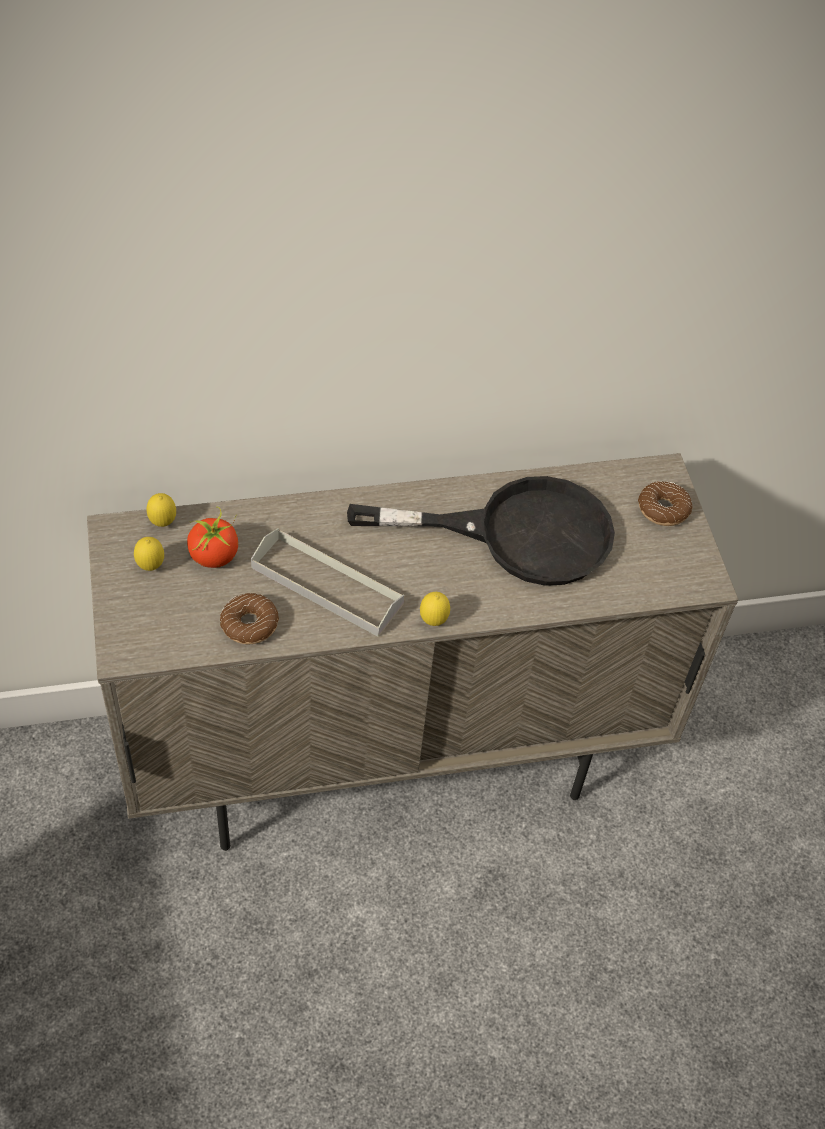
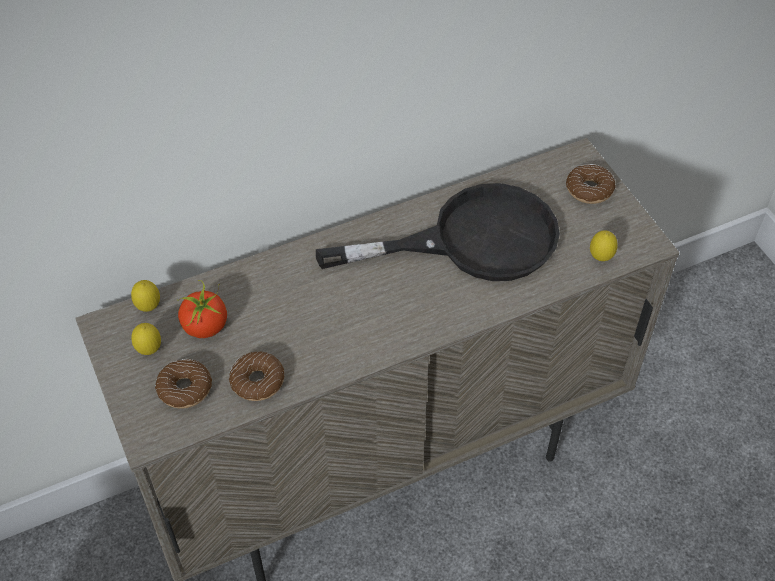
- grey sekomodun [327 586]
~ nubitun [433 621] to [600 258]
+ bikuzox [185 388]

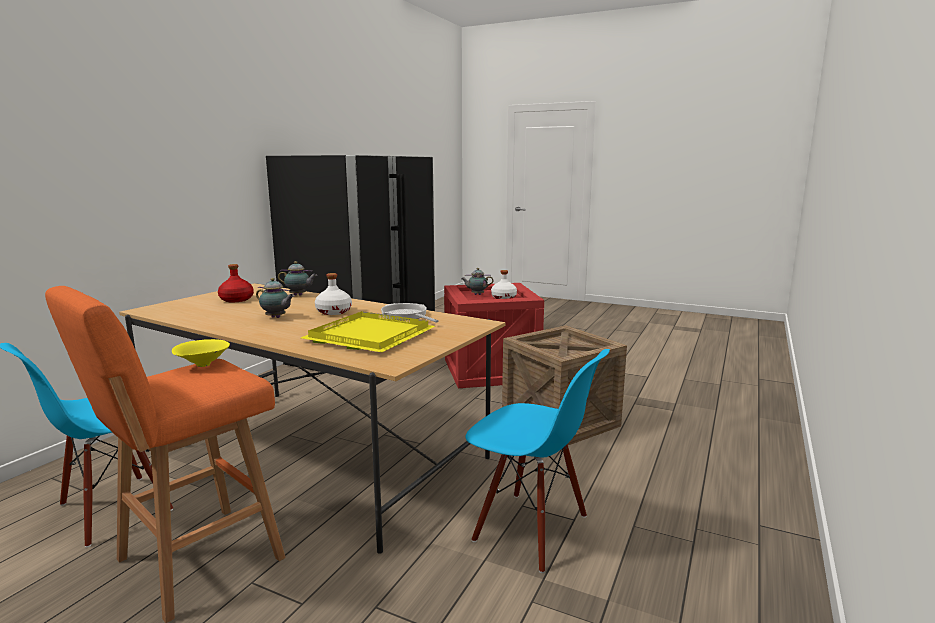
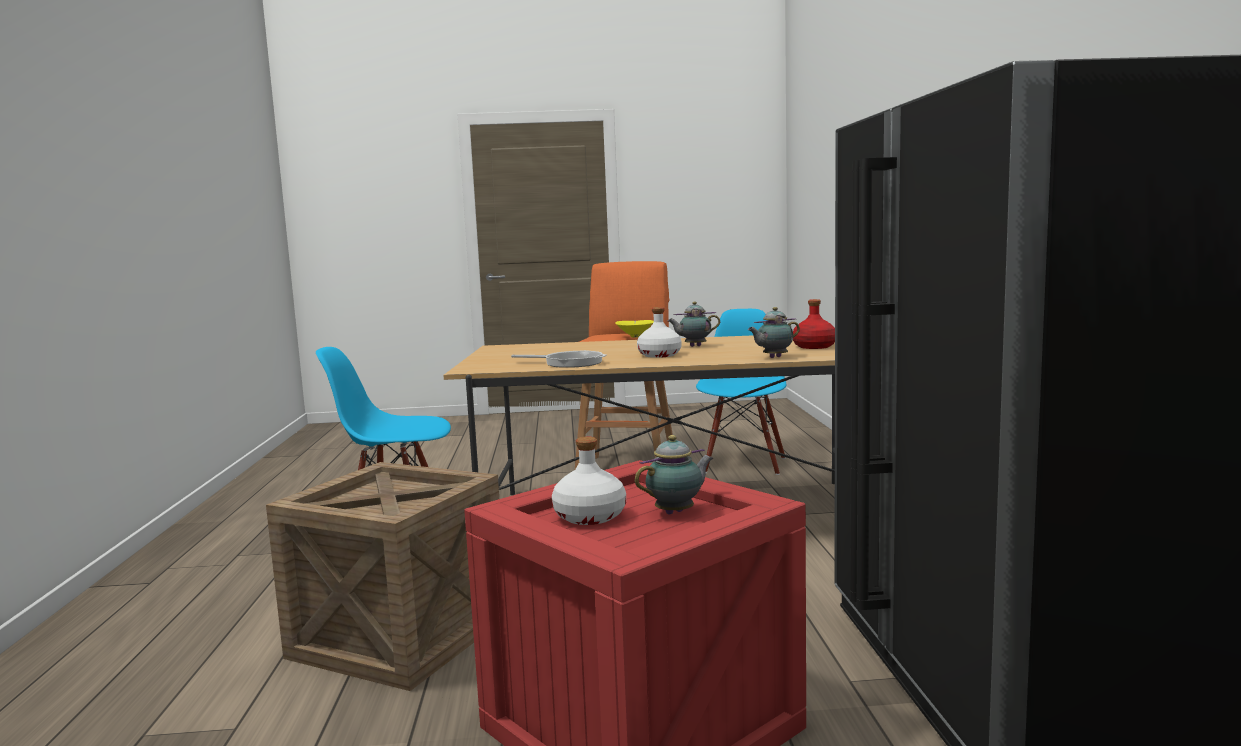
- yellow sekomodun [367 336]

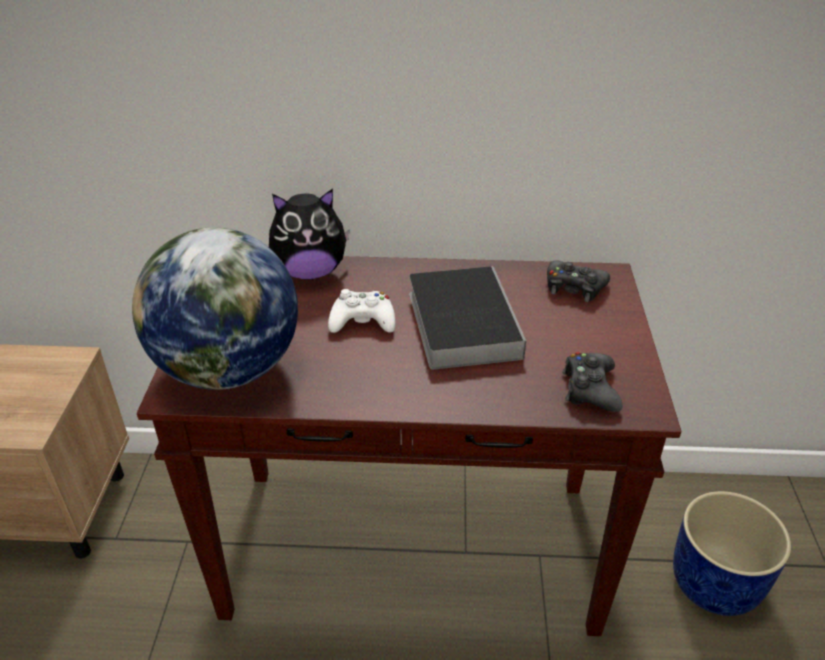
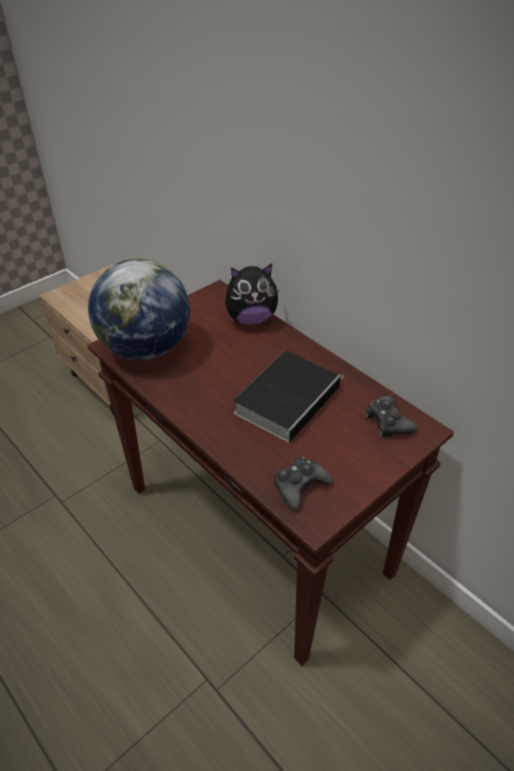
~ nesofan [310 272] = [251 319] 45 degrees counterclockwise
- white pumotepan [362 321]
- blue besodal [716 583]

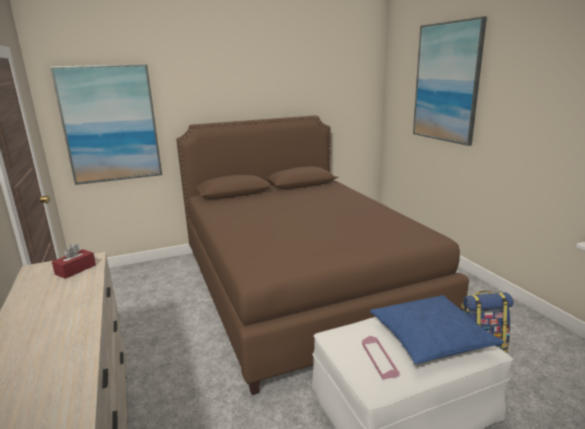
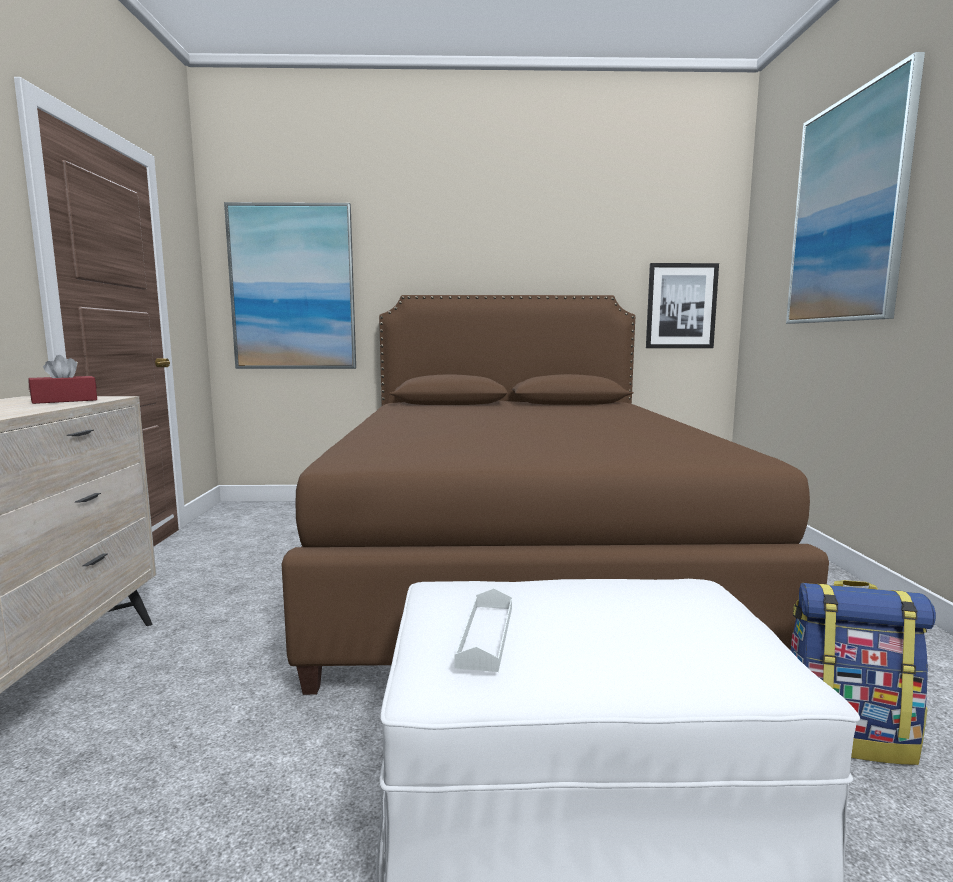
~ pink sekomodun [379 359] to white sekomodun [486 635]
- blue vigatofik [430 338]
+ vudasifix [681 306]

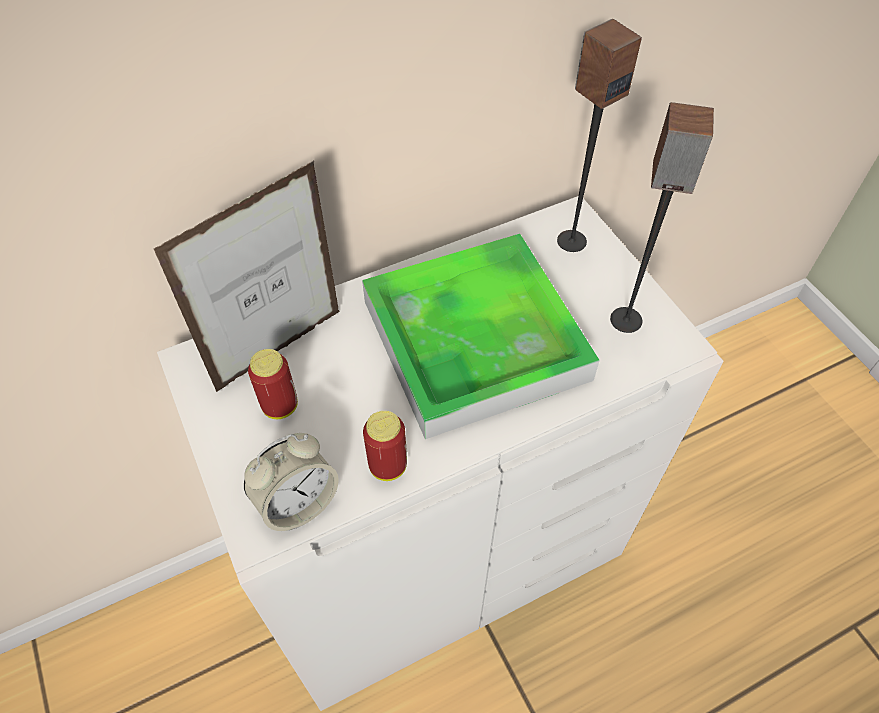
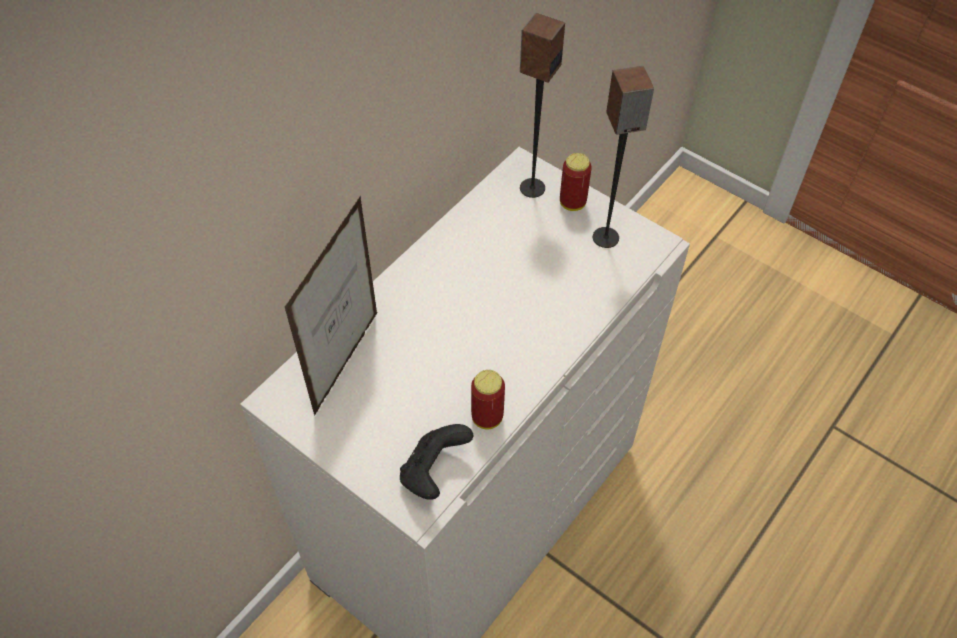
~ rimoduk [297 502] to black pumotepan [433 472]
~ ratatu [280 406] to [572 203]
- sekomodun [475 340]

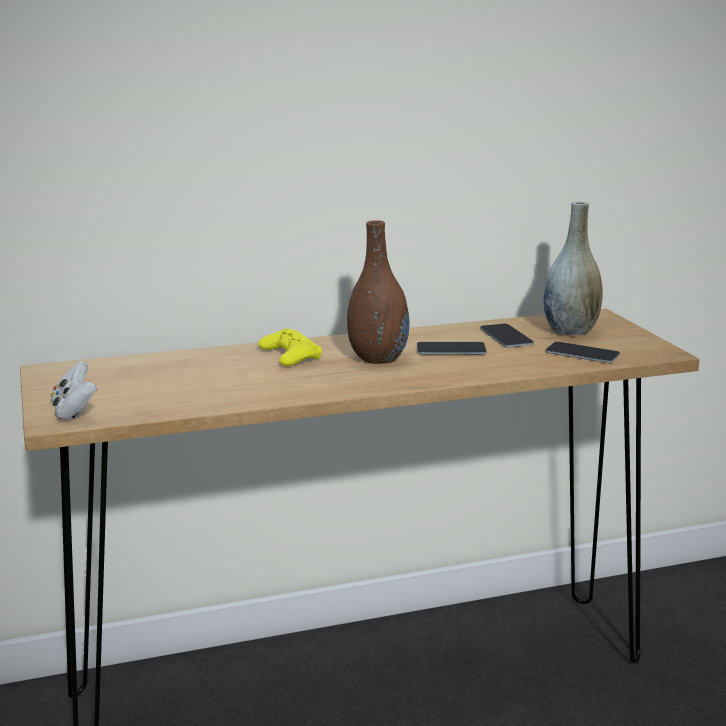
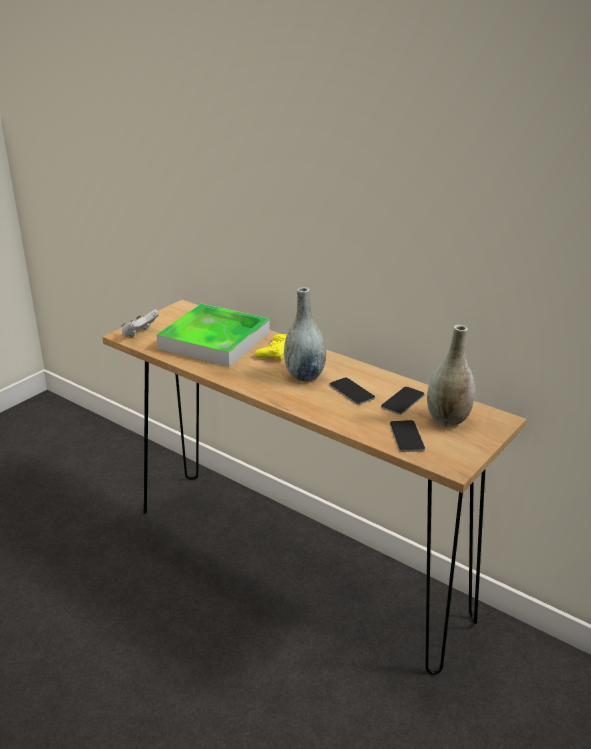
~ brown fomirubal [378 359] to grey fomirubal [305 376]
+ sekomodun [214 340]

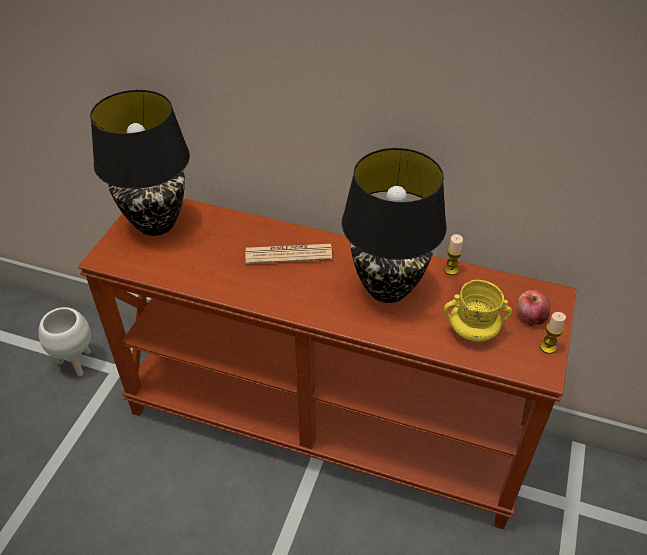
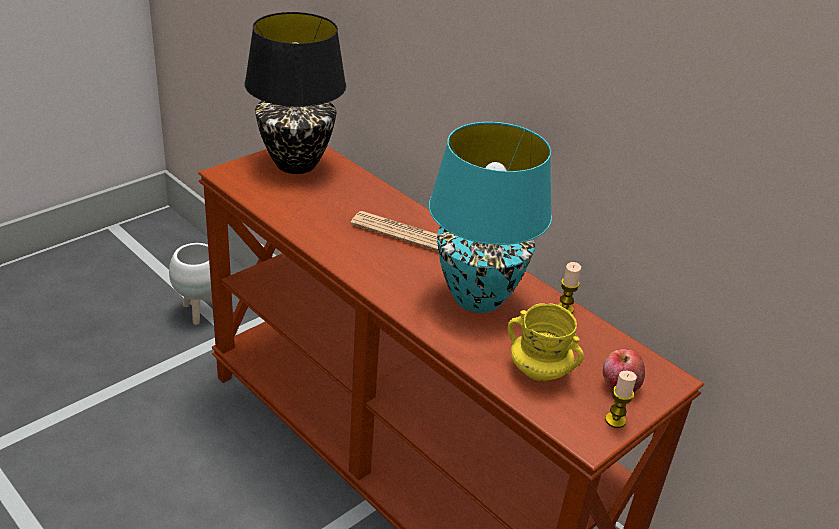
~ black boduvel [386 288] to turquoise boduvel [477 298]

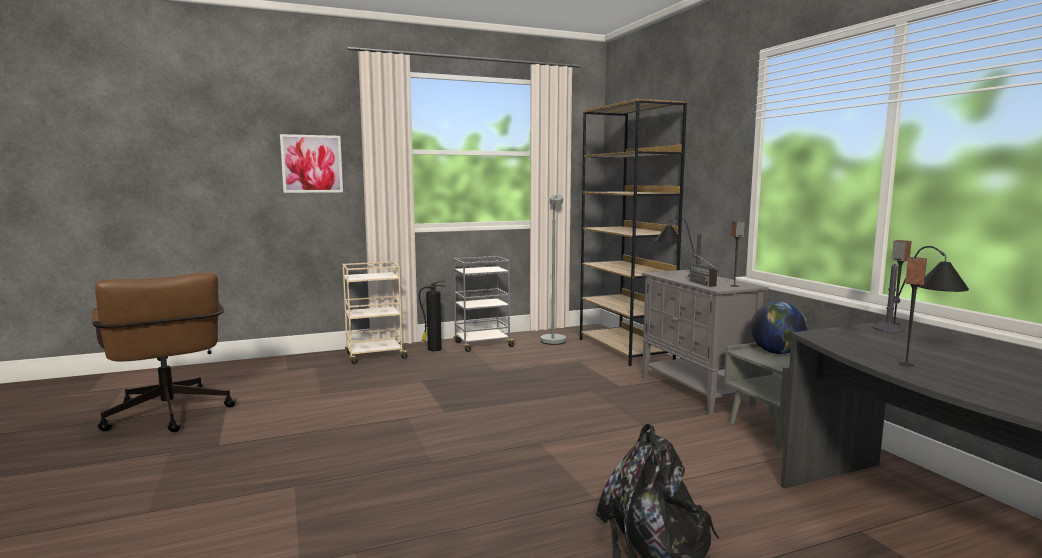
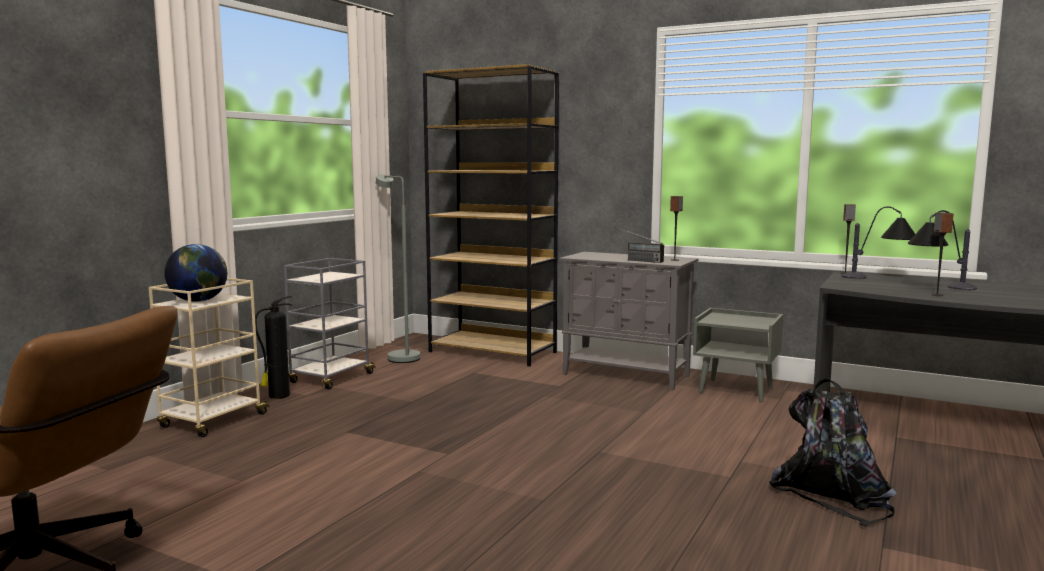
- vudasifix [312 164]
~ boduvel [678 274] to [938 288]
~ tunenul [777 353] to [198 301]

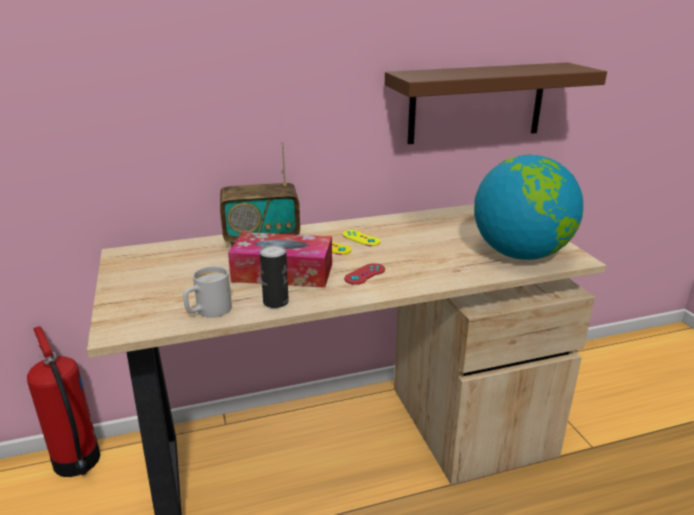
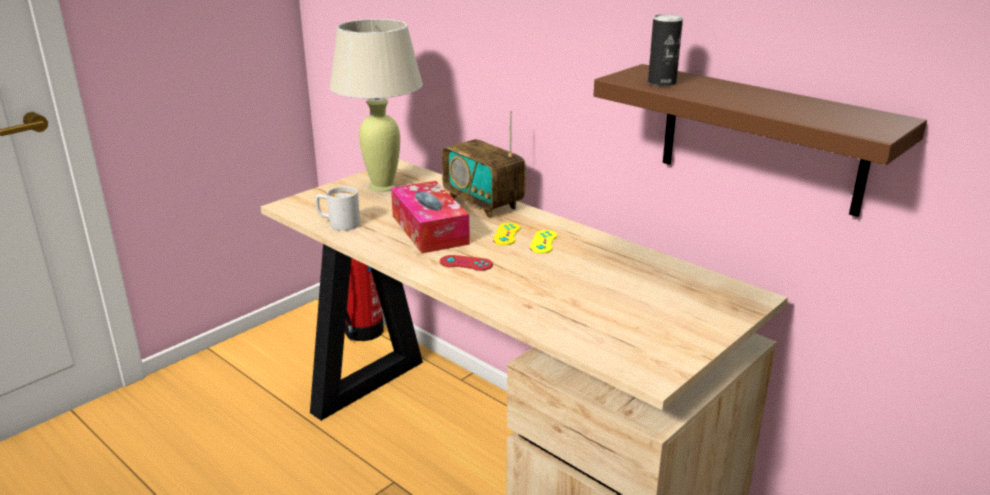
~ ratatu [276 302] to [662 82]
- tunenul [520 254]
+ beige boduvel [383 186]

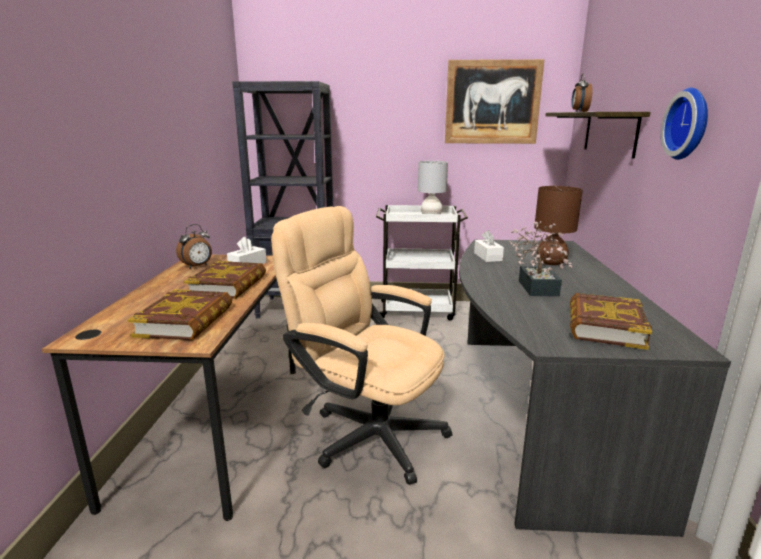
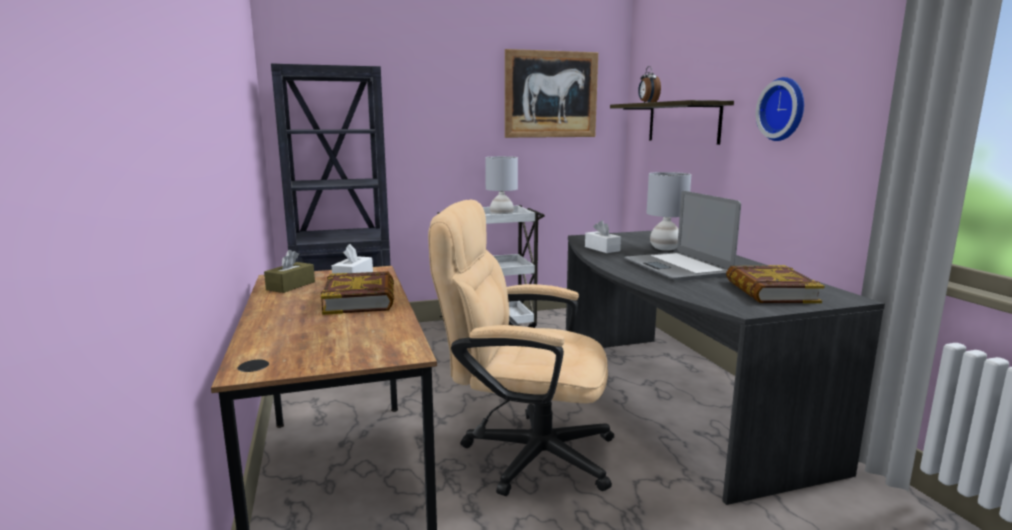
- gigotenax [186 321]
~ rimoduk [197 266] to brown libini [291 286]
~ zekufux [537 286] to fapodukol [677 268]
~ brown boduvel [551 262] to grey boduvel [665 248]

